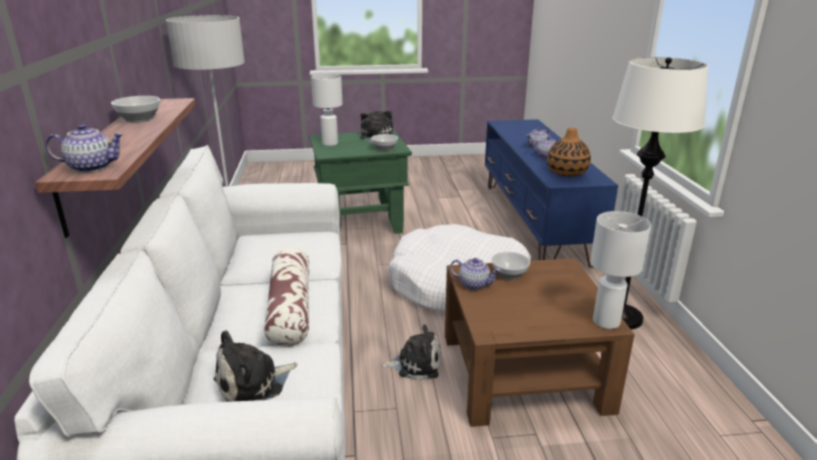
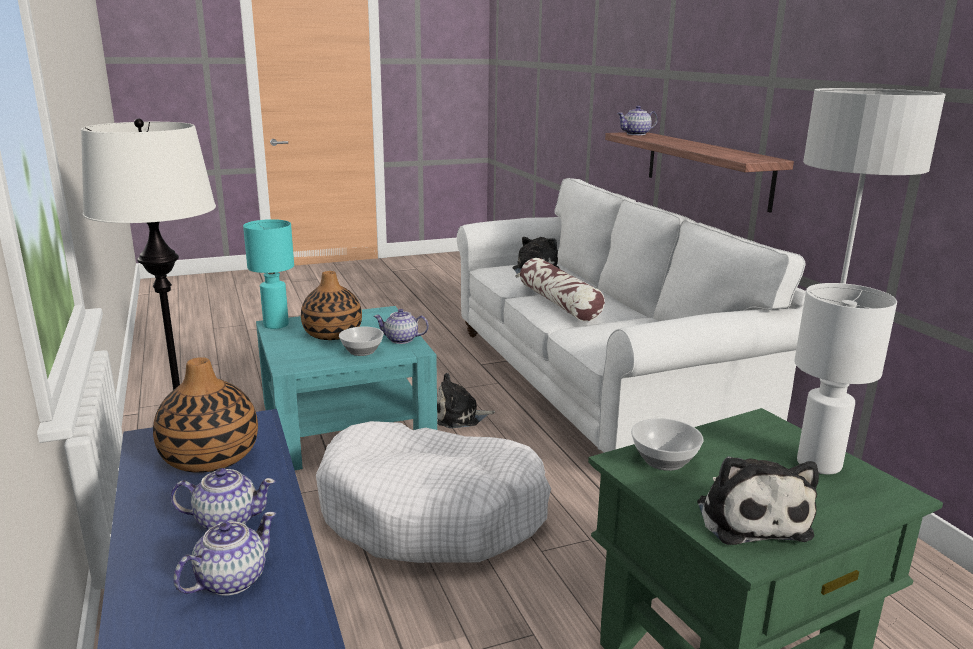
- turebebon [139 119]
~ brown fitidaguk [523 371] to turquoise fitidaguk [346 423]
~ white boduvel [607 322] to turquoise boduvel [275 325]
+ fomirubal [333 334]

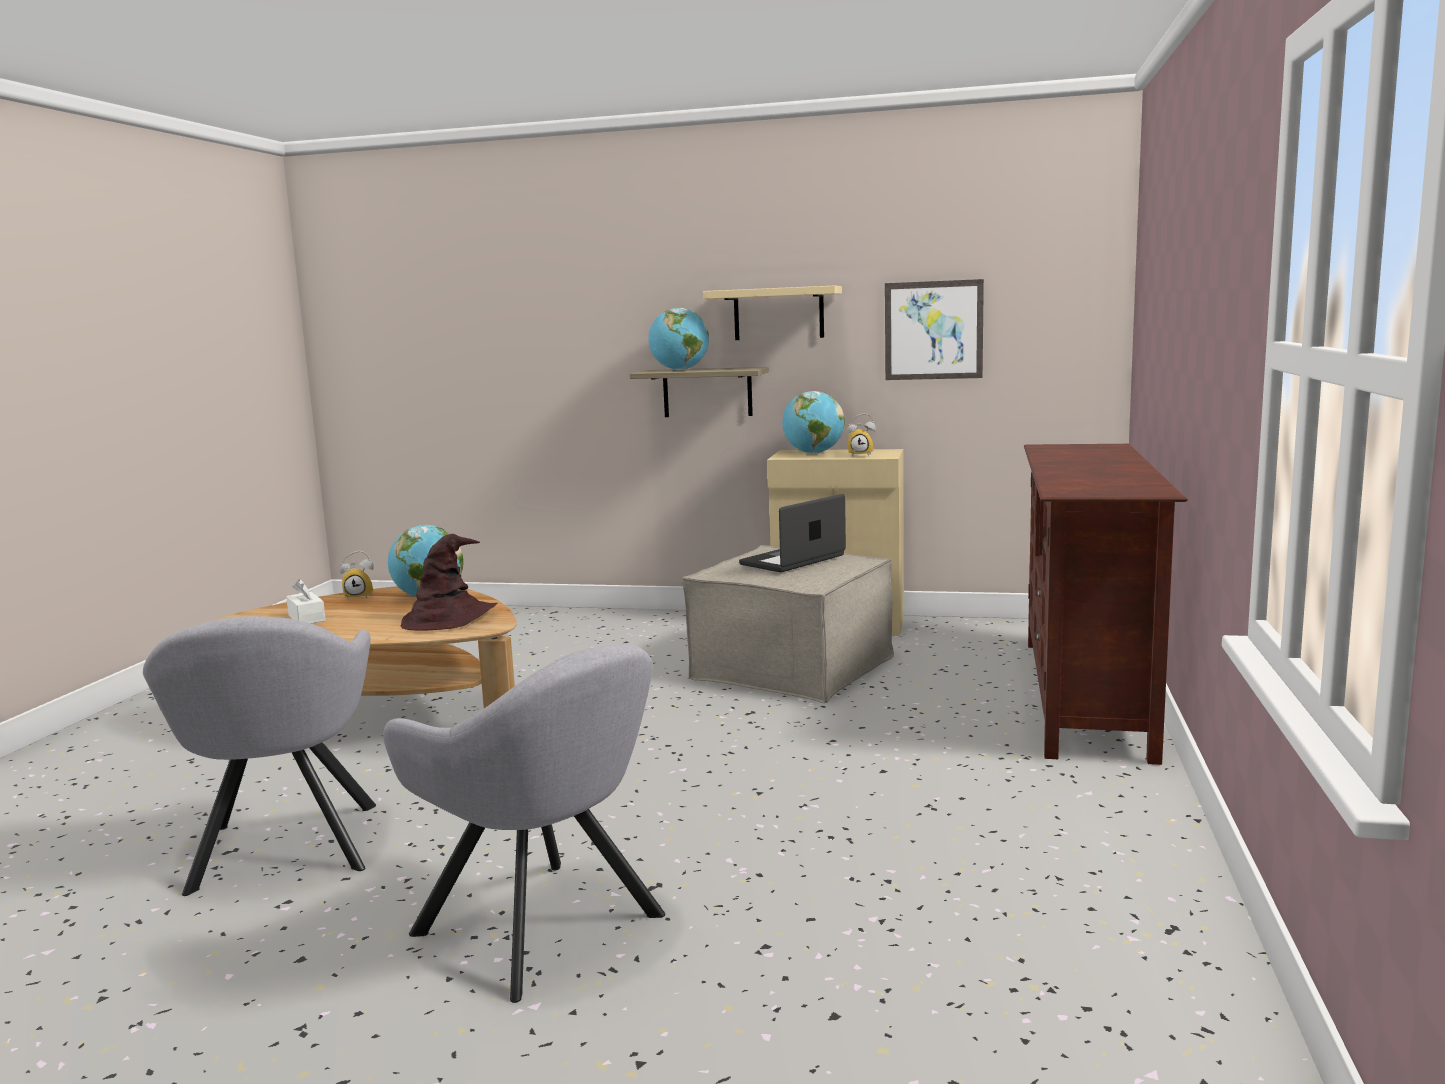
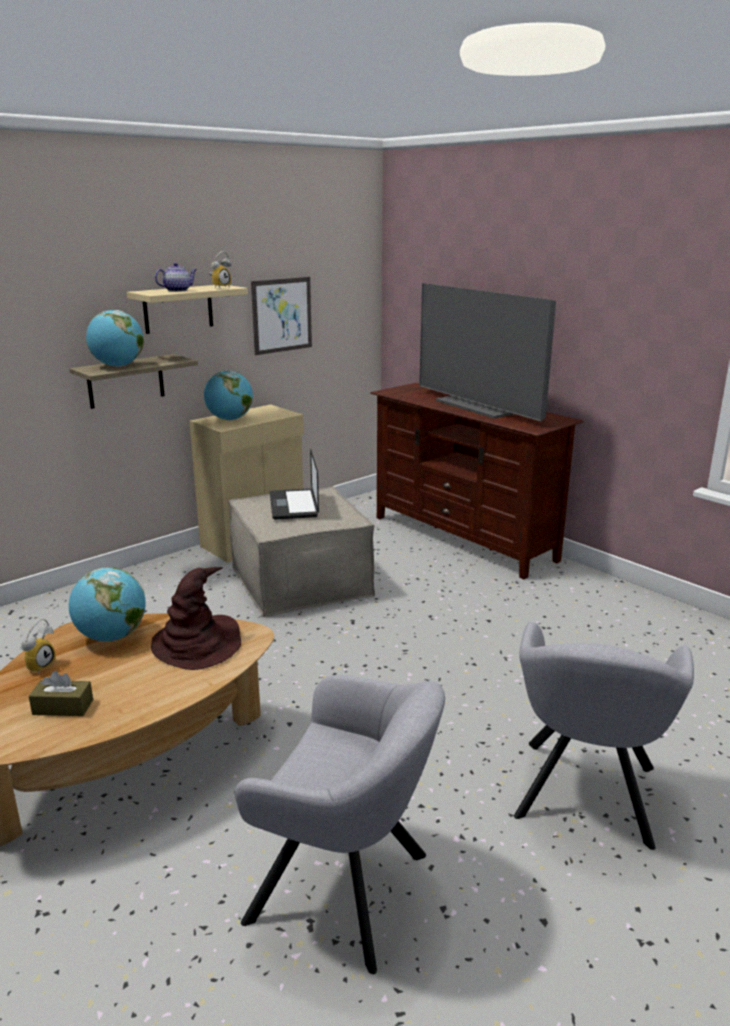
~ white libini [306 618] to brown libini [63 707]
~ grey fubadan [546 930] = [585 798] 120 degrees clockwise
~ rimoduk [861 455] to [220 287]
+ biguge [178 290]
+ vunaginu [480 406]

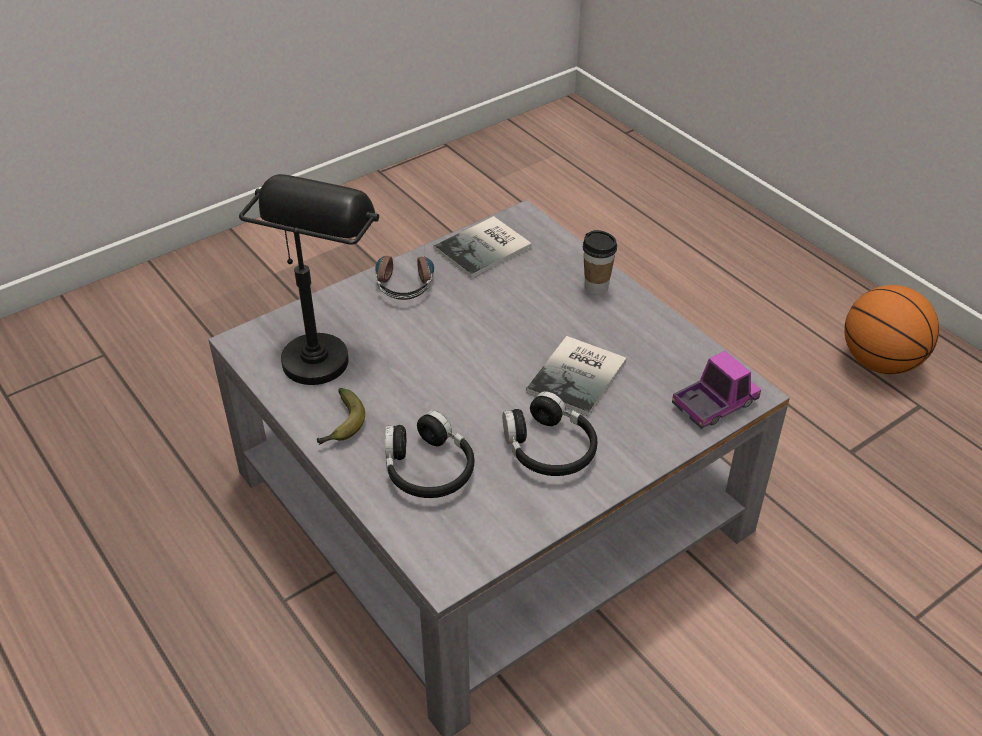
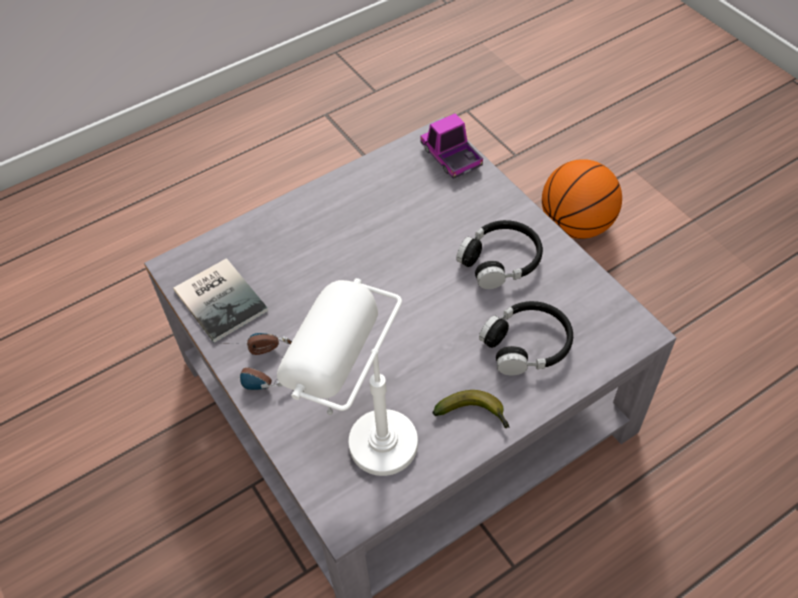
~ black boduvel [323 346] to white boduvel [359 438]
- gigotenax [580 376]
- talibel [596 287]
~ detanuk [880 362] to [576 225]

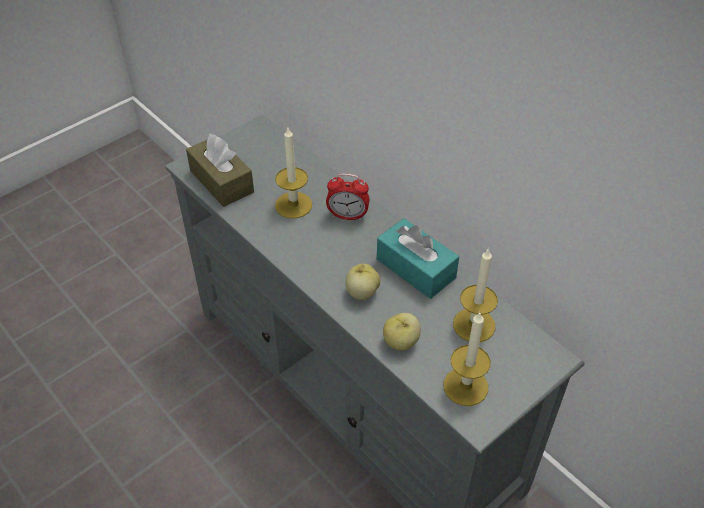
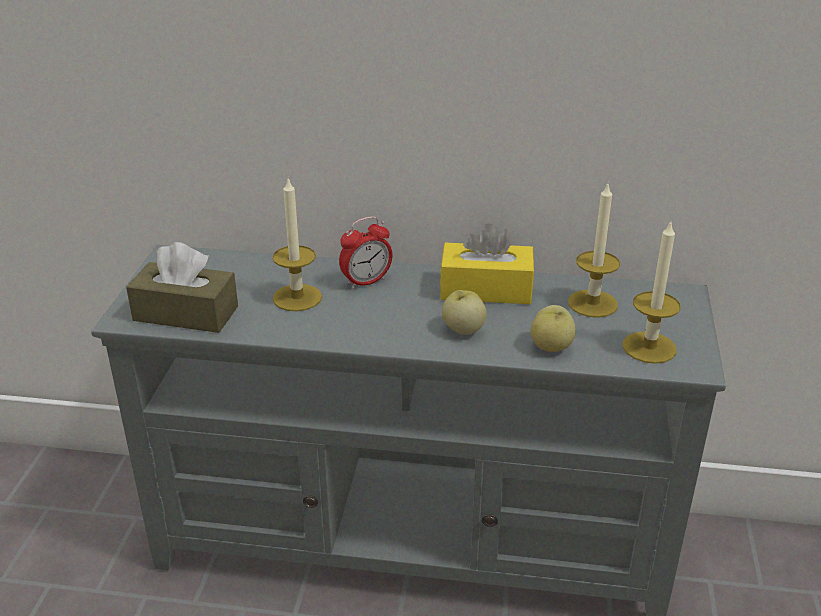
~ turquoise libini [415 268] to yellow libini [486 289]

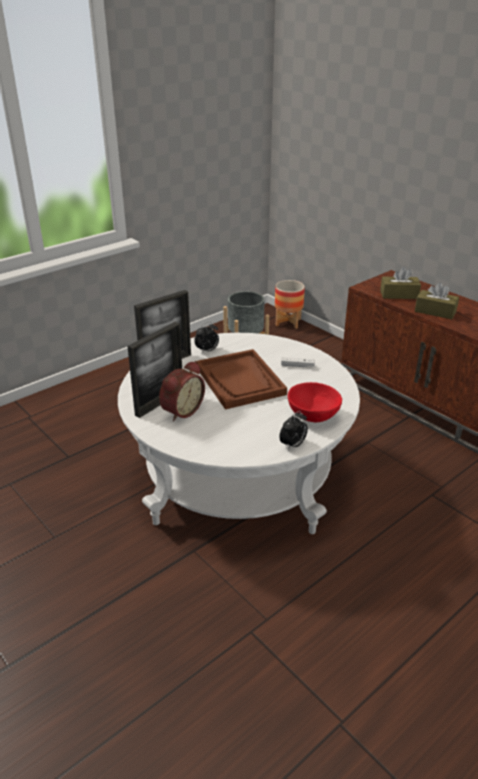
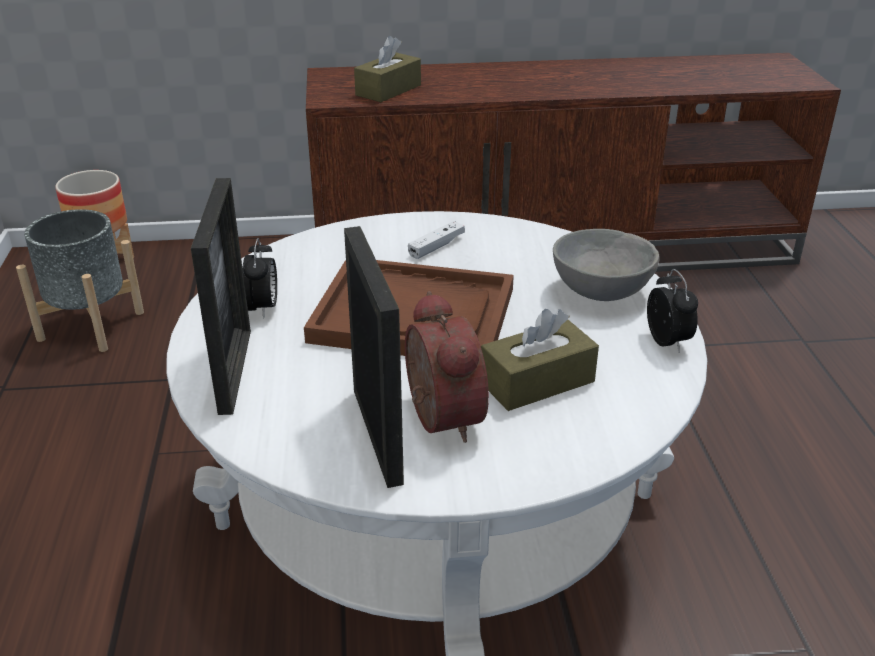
~ red turebebon [313 415] to grey turebebon [600 291]
~ brown libini [435 311] to [537 382]

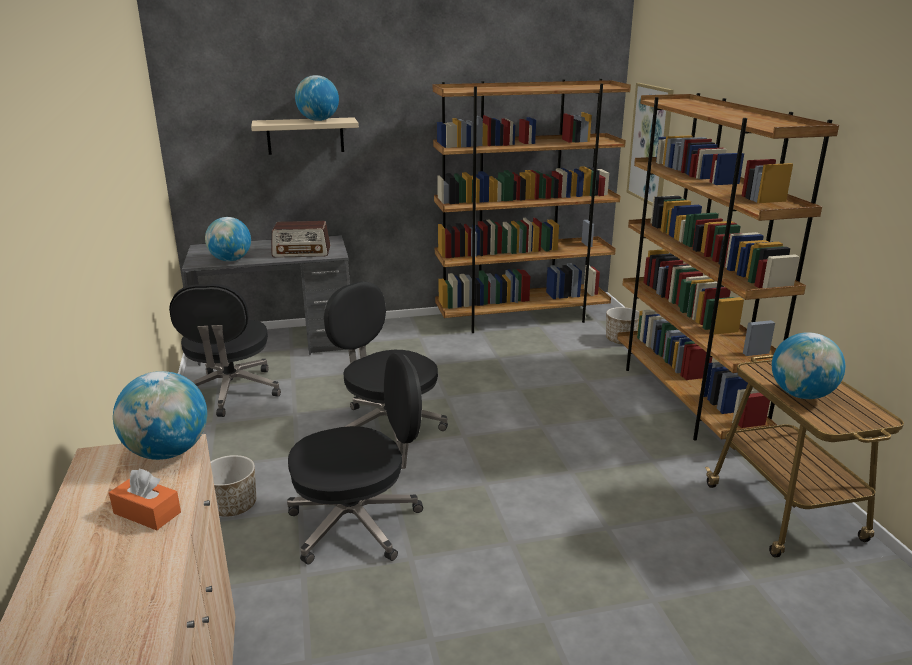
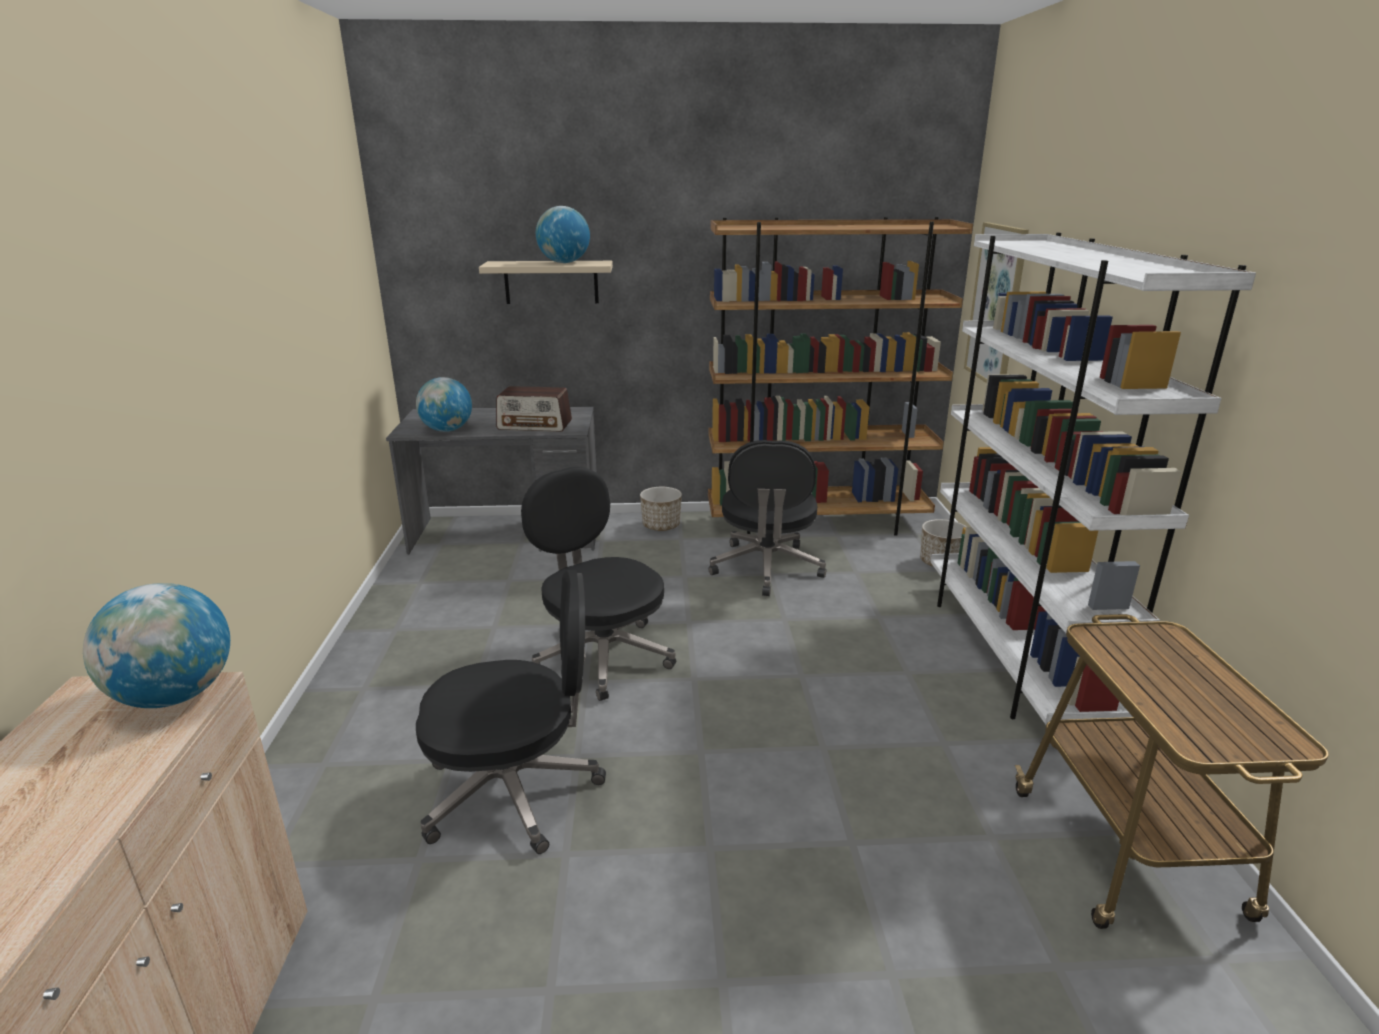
- orange libini [147 513]
~ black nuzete [231 392] to [766 568]
~ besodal [233 505] to [661 526]
~ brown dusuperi [684 399] to white dusuperi [1010 655]
- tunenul [801 395]

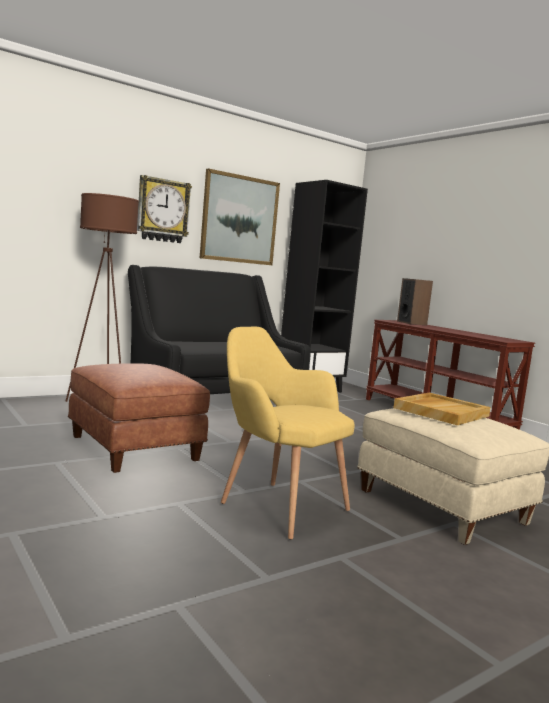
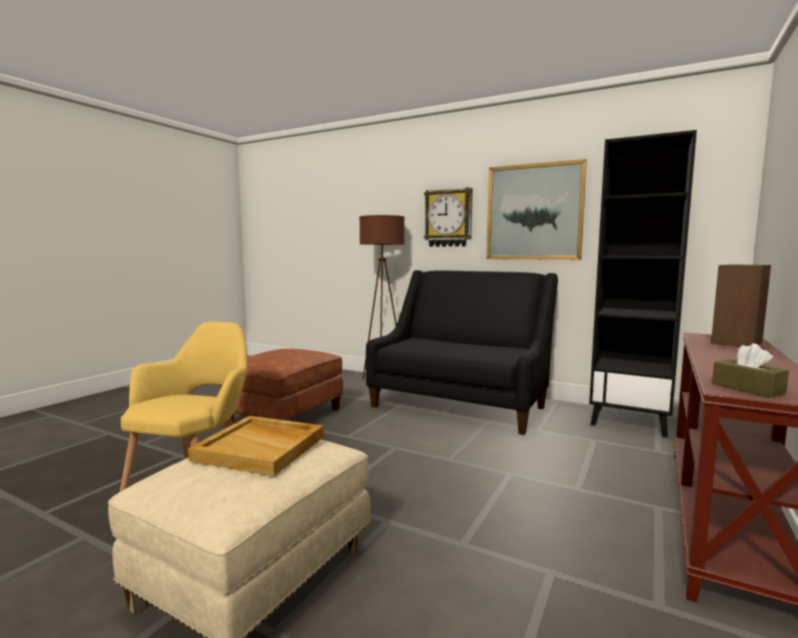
+ brown libini [747 388]

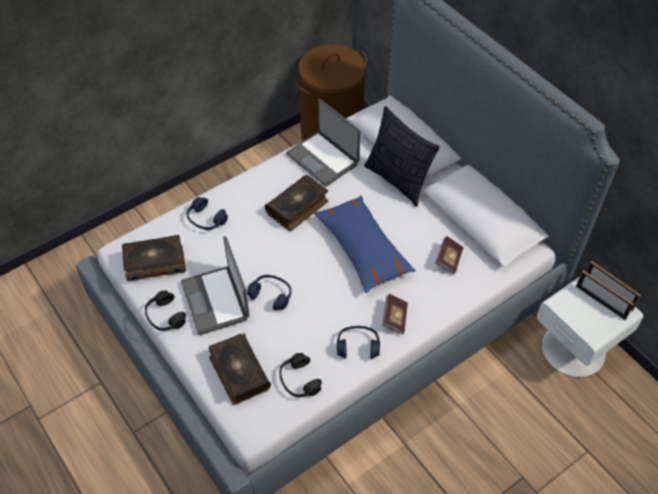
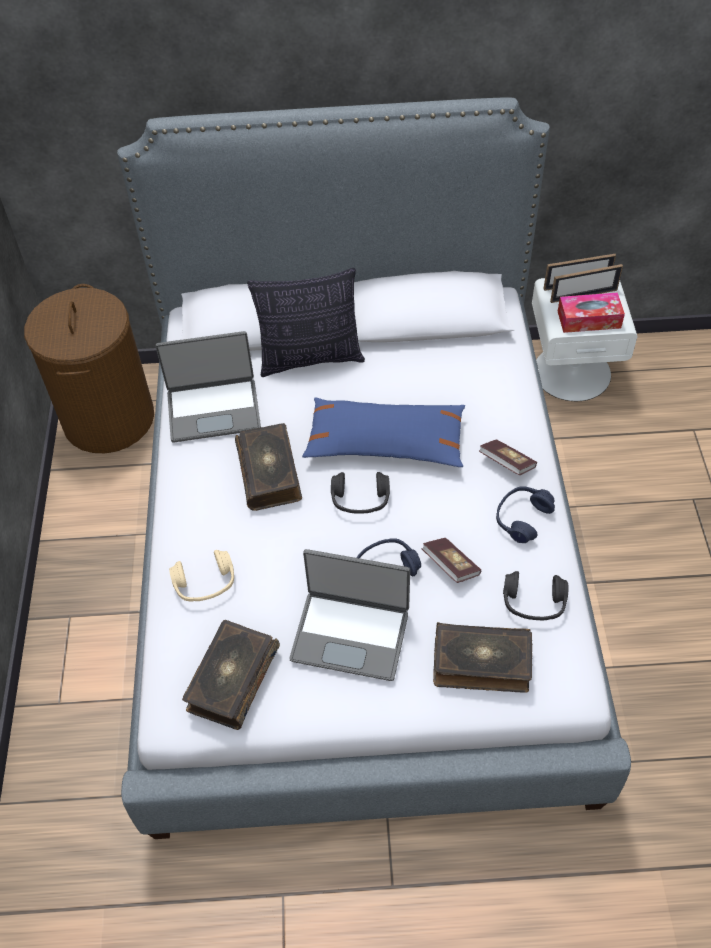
~ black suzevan [165 316] to [360 500]
~ blue suzevan [206 219] to beige suzevan [205 583]
~ gigotenax [448 259] to [450 566]
+ libini [589 319]

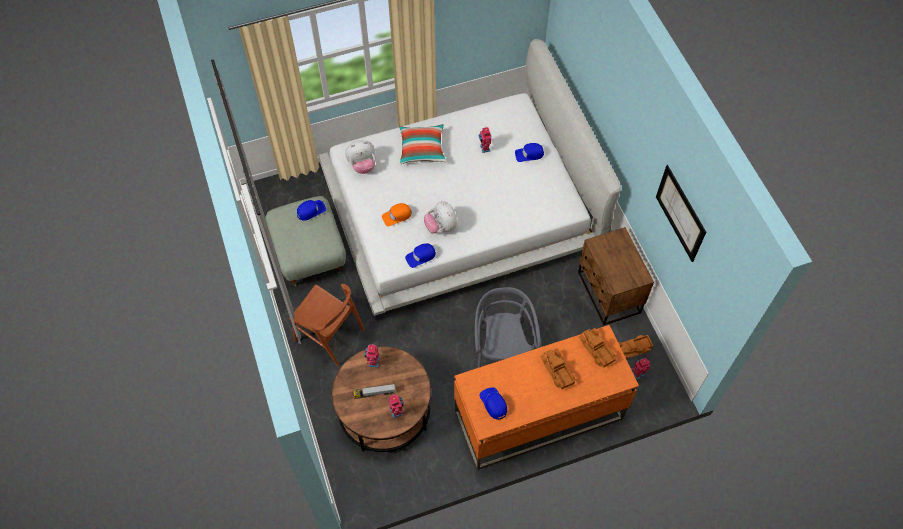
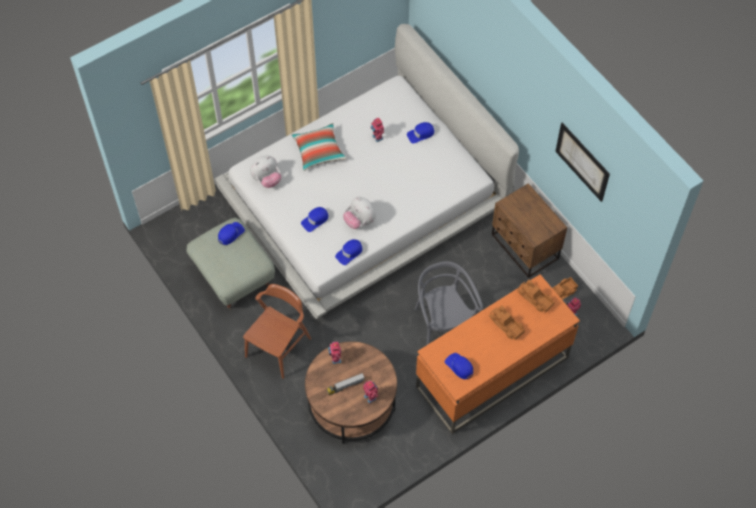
~ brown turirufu [330 335] = [278 347] 75 degrees counterclockwise
~ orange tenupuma [397 216] to blue tenupuma [315 220]

